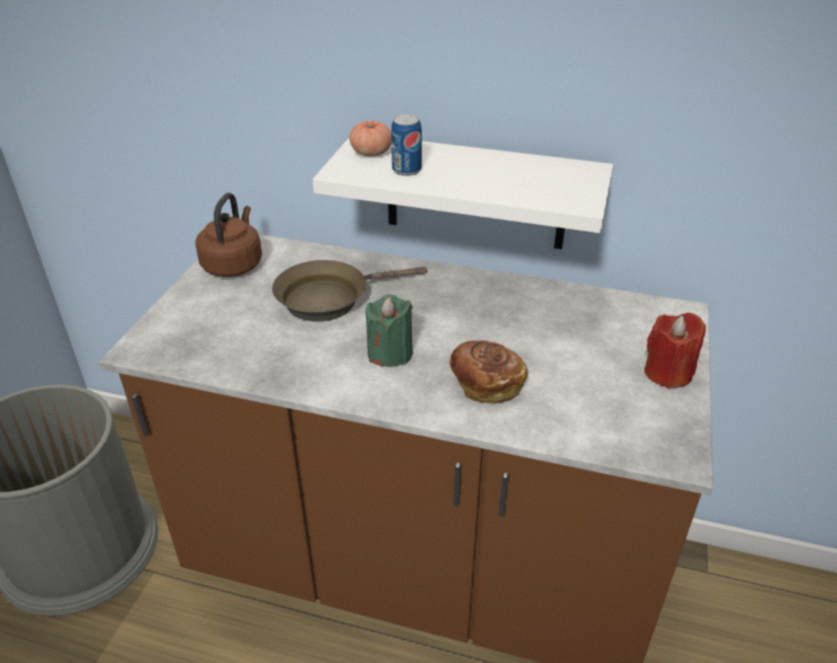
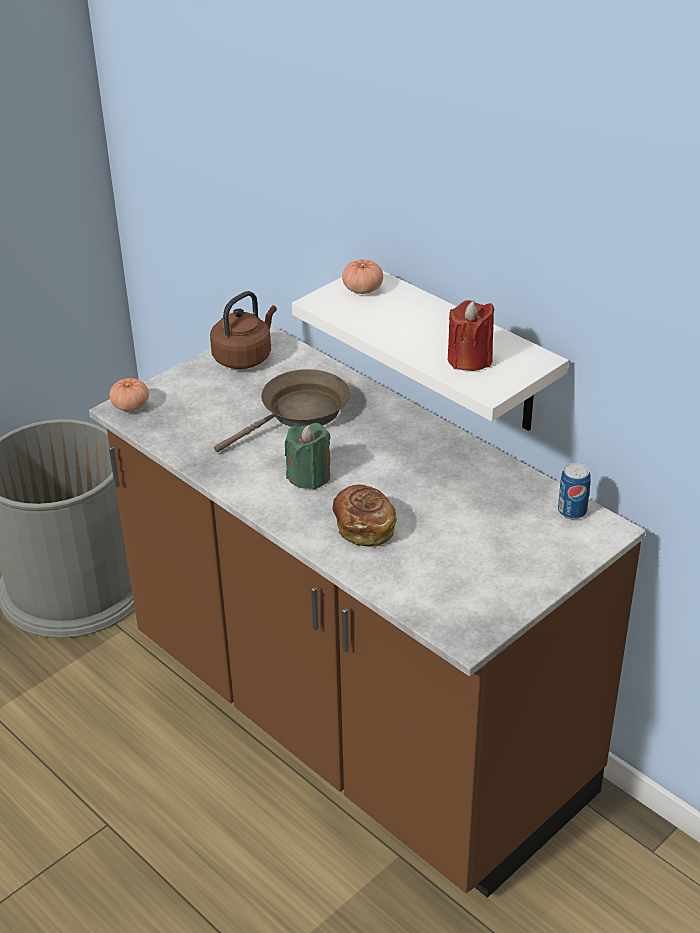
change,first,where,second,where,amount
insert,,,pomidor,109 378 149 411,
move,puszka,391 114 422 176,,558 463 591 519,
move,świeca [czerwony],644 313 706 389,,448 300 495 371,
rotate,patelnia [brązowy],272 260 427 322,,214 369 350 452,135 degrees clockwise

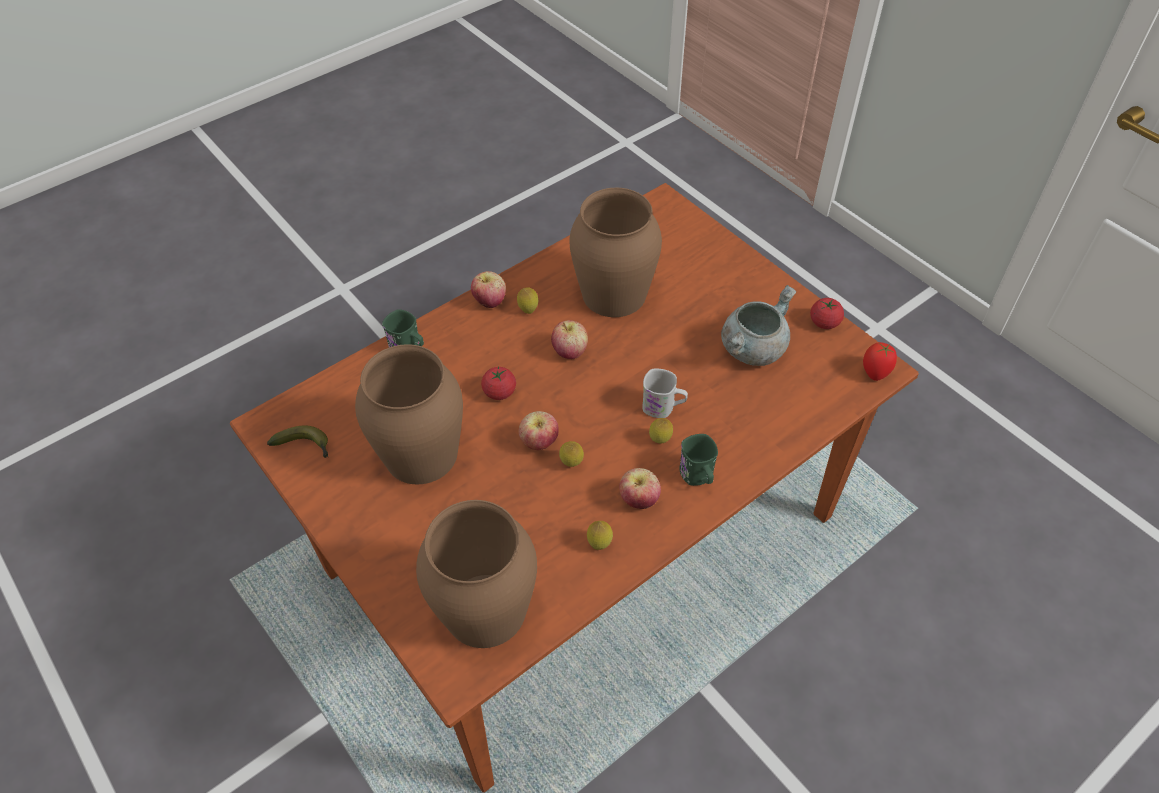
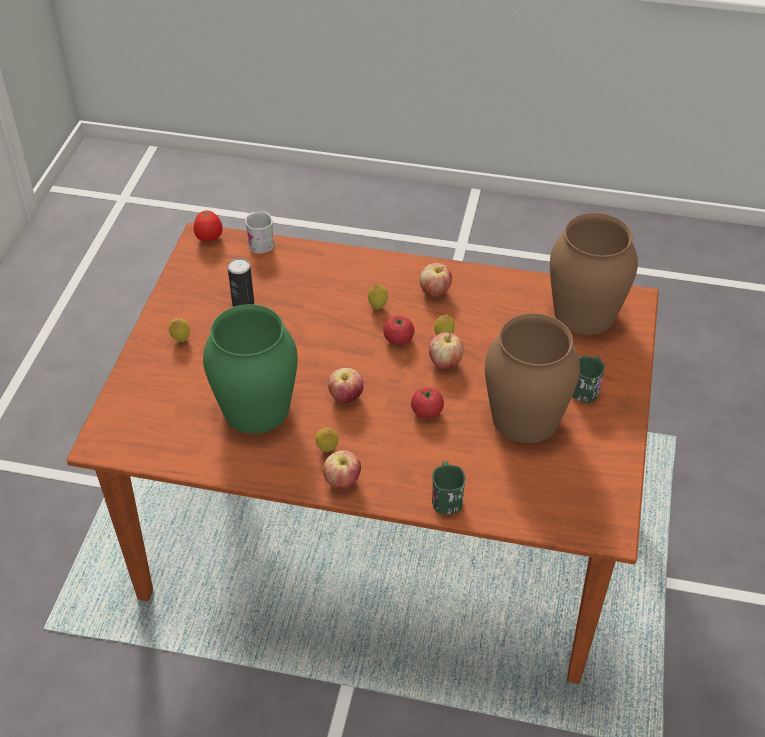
change,first,where,second,where,amount
delete,banan,267 425 328 458,,,
move,cytryna,587 521 613 550,,169 318 190 342,
move,kubek [biały],642 369 688 418,,245 212 274 254,
move,kubek [zielony],679 434 718 486,,572 356 605 403,
move,pomidor,810 298 844 329,,383 316 415 345,
replace,garnek [szary],721 285 796 366,puszka,228 258 254 307,
recolor,wazon [brązowy],569 188 662 317,wazon [zielony],203 304 298 434,

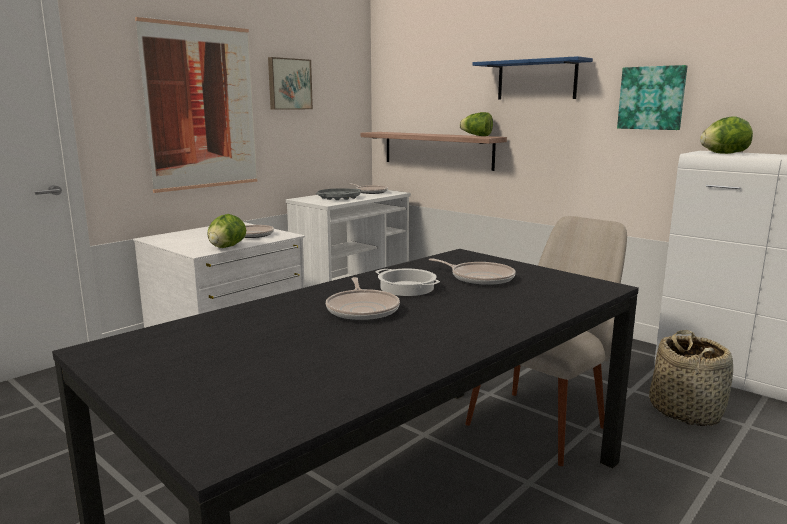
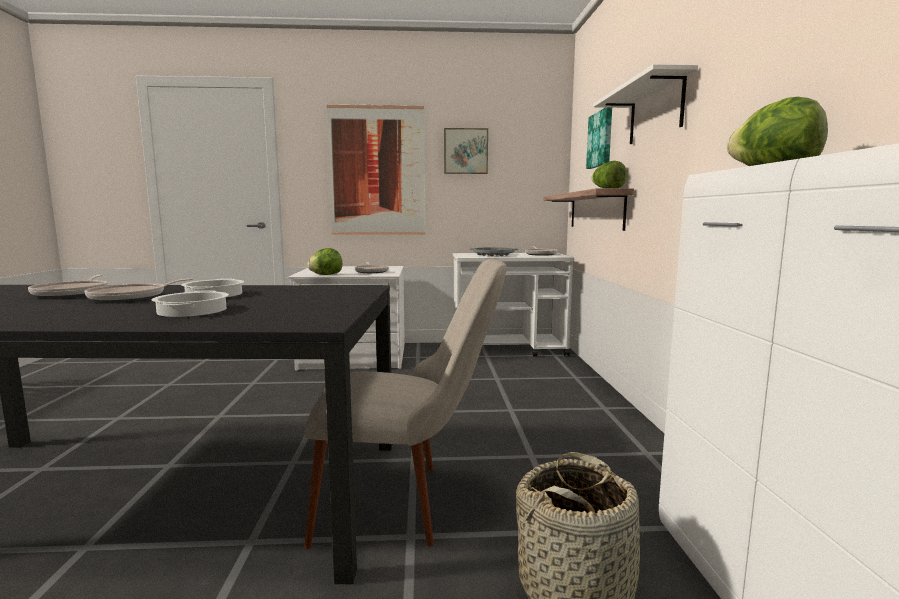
change,first,where,second,where,amount
insert,,,garnek,152 290 229 317,
move,patelnia,429 258 516 286,,28 275 108 298,
move,obraz,617 65 688 130,,586 107 612 169,
recolor,półka [niebieski],472 56 593 100,półka [biały],593 64 698 144,

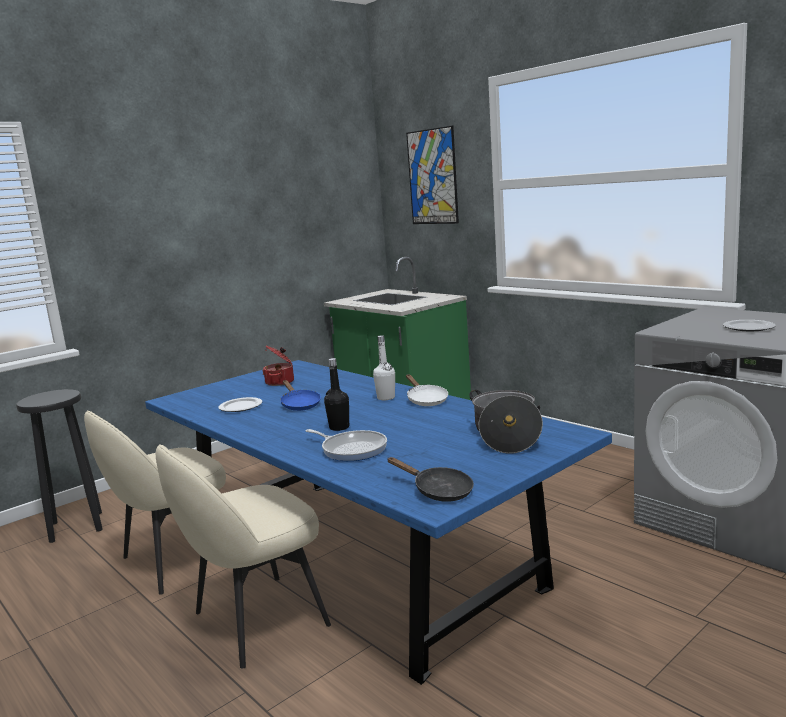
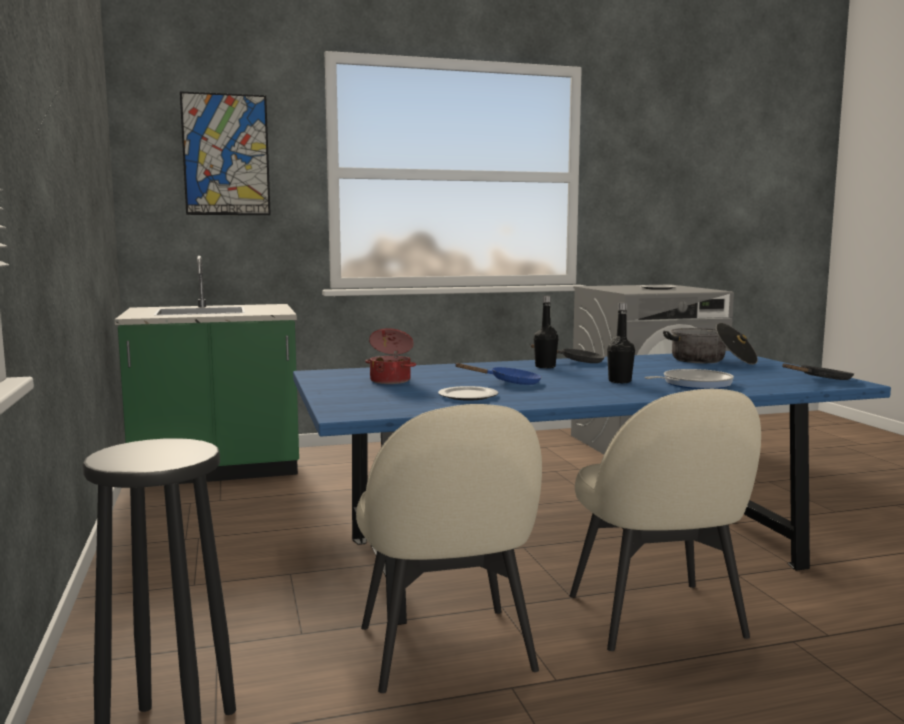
change,first,where,second,where,amount
recolor,butelka [biały],373 335 395 400,butelka [czarny],534 296 558 368,
recolor,patelnia [biały],406 375 448 406,patelnia [czarny],531 344 605 363,

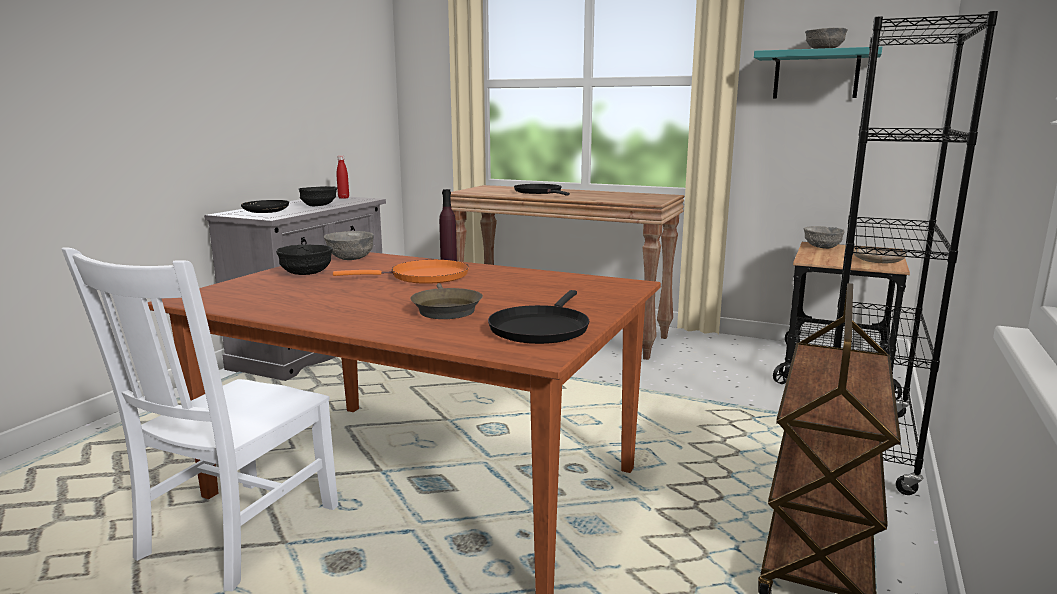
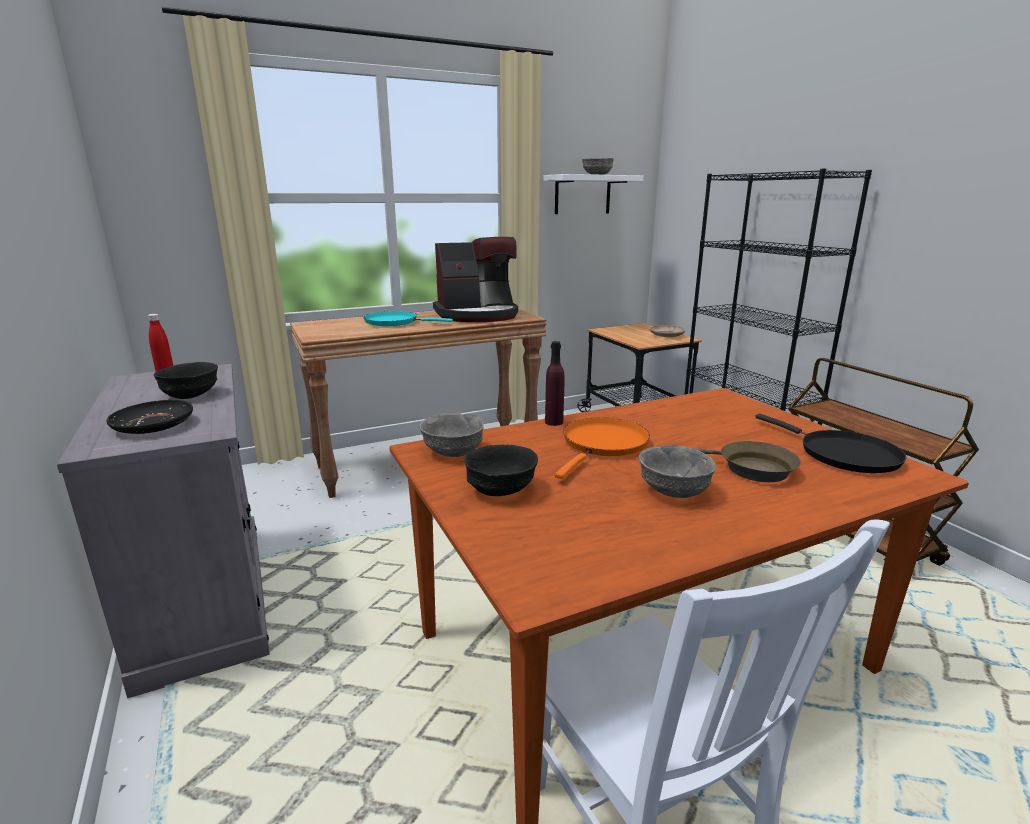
change,first,where,second,where,amount
insert,,,ekspres do kawy,433 237 518 322,
move,miska [szary],804 226 845 249,,639 445 716 498,
recolor,patelnia [czarny],514 184 570 196,patelnia [turkusowy],364 311 453 326,
recolor,półka [turkusowy],754 47 882 99,półka [biały],543 174 643 214,

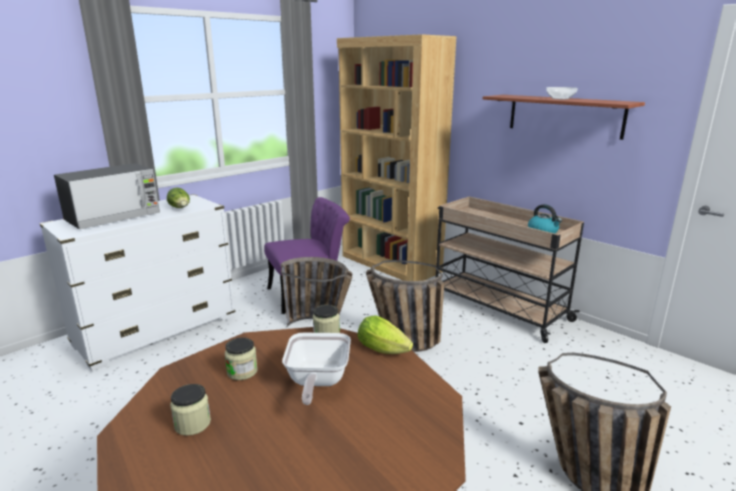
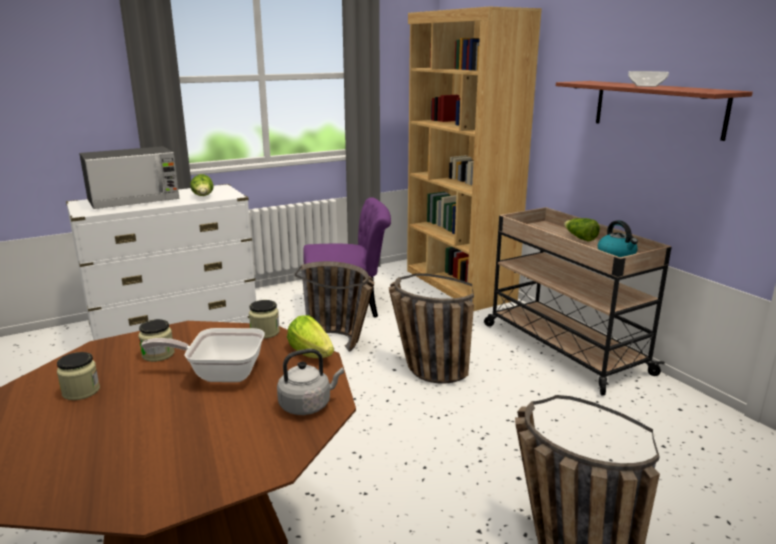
change,first,where,second,where,amount
insert,,,czajnik [szary],277 349 344 415,
insert,,,sałata,564 218 600 242,
rotate,patelnia,282 333 351 405,,141 328 265 382,75 degrees clockwise

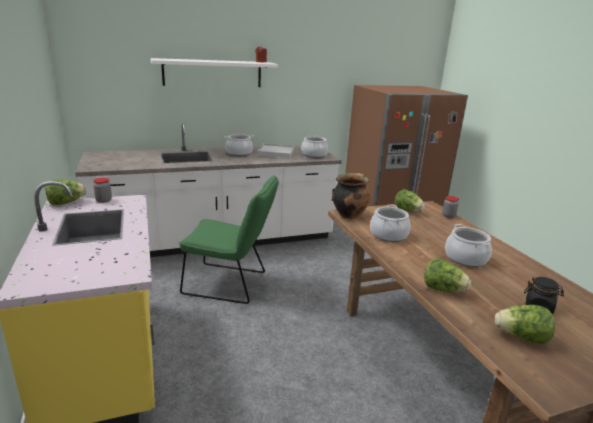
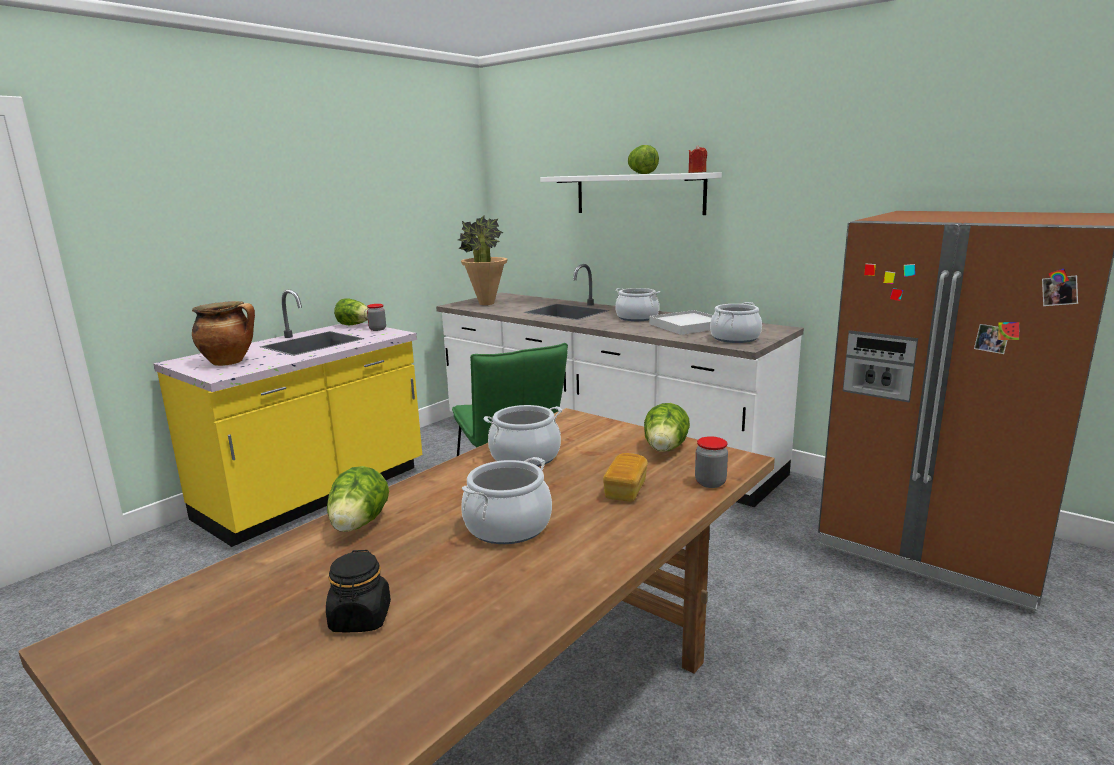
change,first,where,second,where,amount
insert,,,roślina doniczkowa,458 216 508 305,
insert,,,chleb,603 453 648 502,
move,garnek,332 173 370 219,,192 301 255 366,
move,sałata,495 305 555 344,,628 145 659 174,

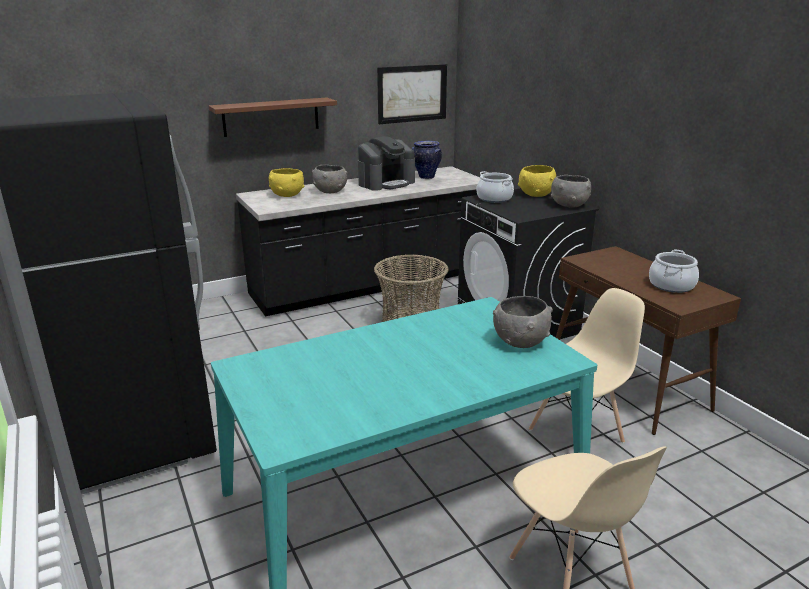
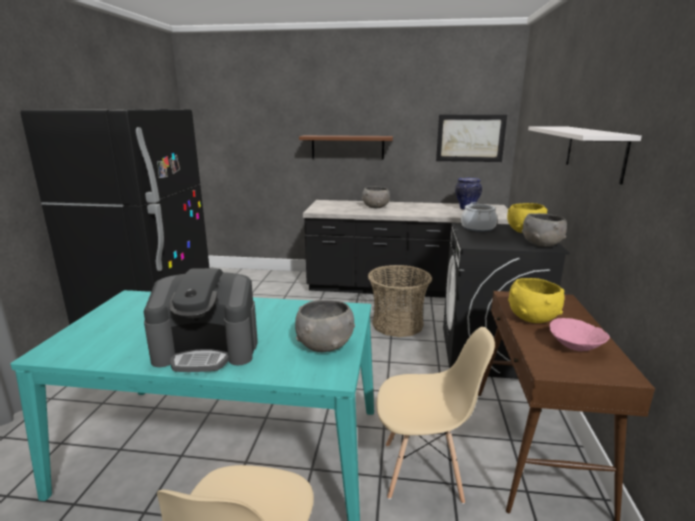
change,first,where,second,where,amount
insert,,,półka [biały],528 126 642 185,
move,miska [żółty],269 168 304 197,,508 278 565 323,
move,ekspres do kawy,358 136 415 191,,144 268 258 372,
replace,garnek,649 250 699 293,miska [różowy],549 318 610 351,

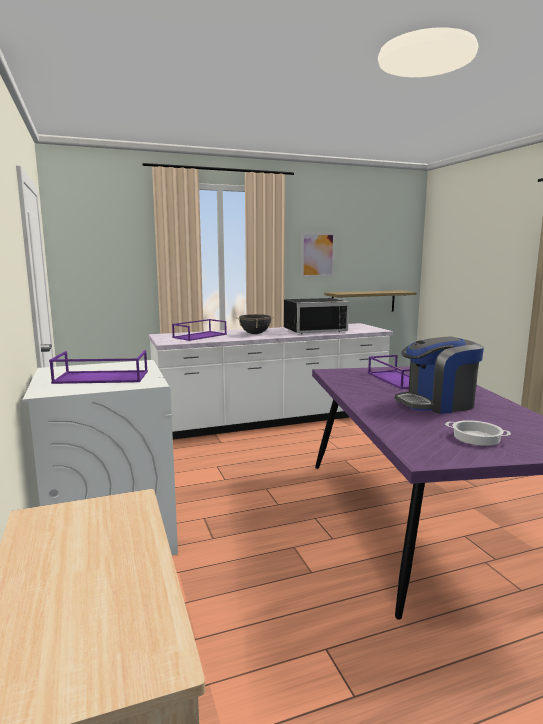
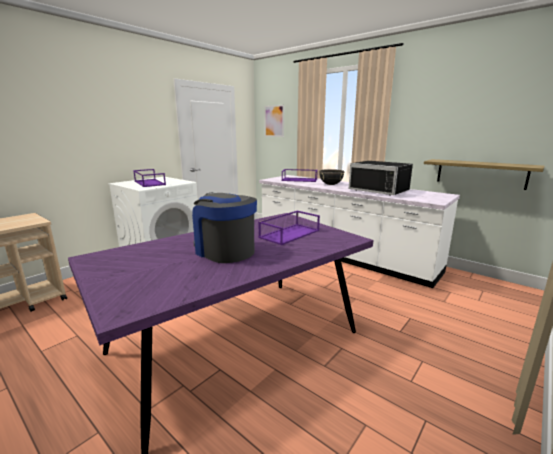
change,first,where,second,where,amount
delete,garnek,445 420 511 446,,,
move,obraz,301 232 335 277,,264 105 284 137,

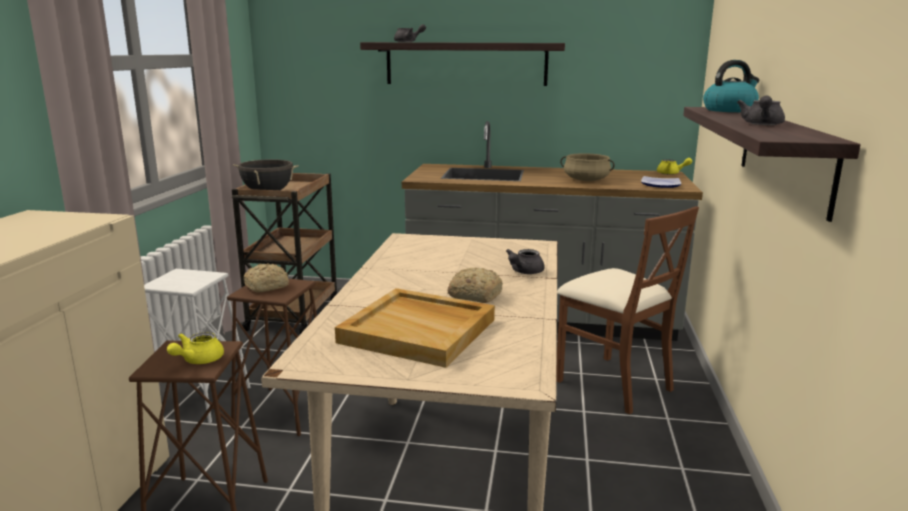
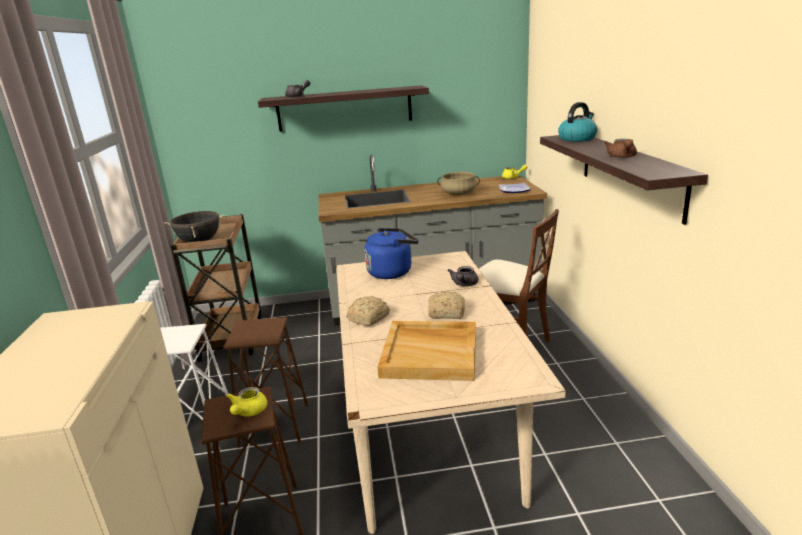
change,first,where,second,where,amount
insert,,,czajnik [niebieski],364 228 418 279,
move,chleb,244 263 289 292,,346 296 390 326,
recolor,imbryk [szary],737 96 785 125,imbryk [brązowy],604 139 637 158,

